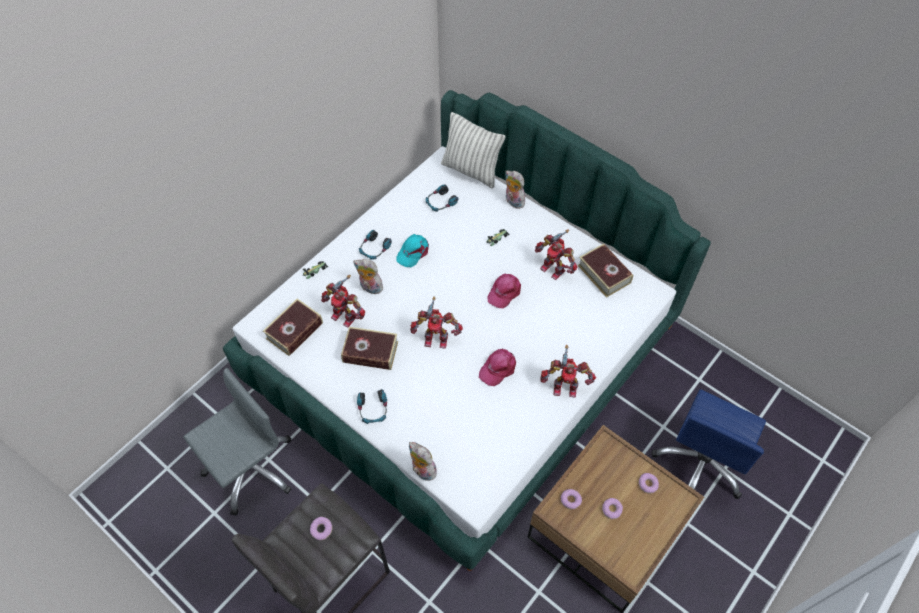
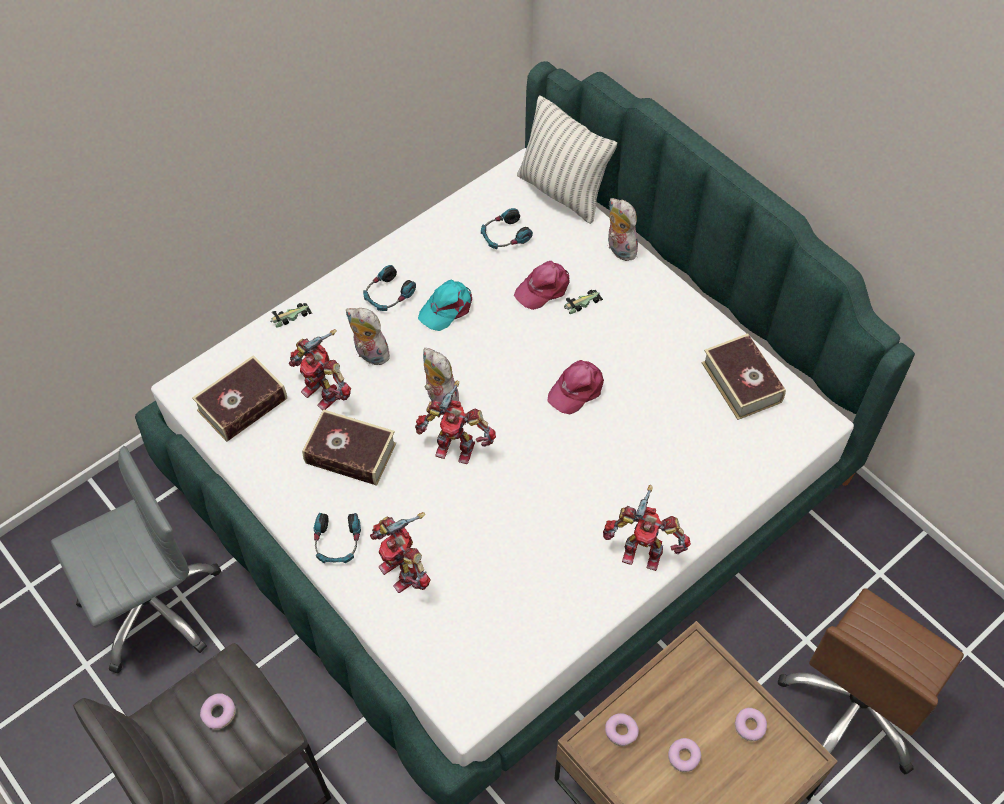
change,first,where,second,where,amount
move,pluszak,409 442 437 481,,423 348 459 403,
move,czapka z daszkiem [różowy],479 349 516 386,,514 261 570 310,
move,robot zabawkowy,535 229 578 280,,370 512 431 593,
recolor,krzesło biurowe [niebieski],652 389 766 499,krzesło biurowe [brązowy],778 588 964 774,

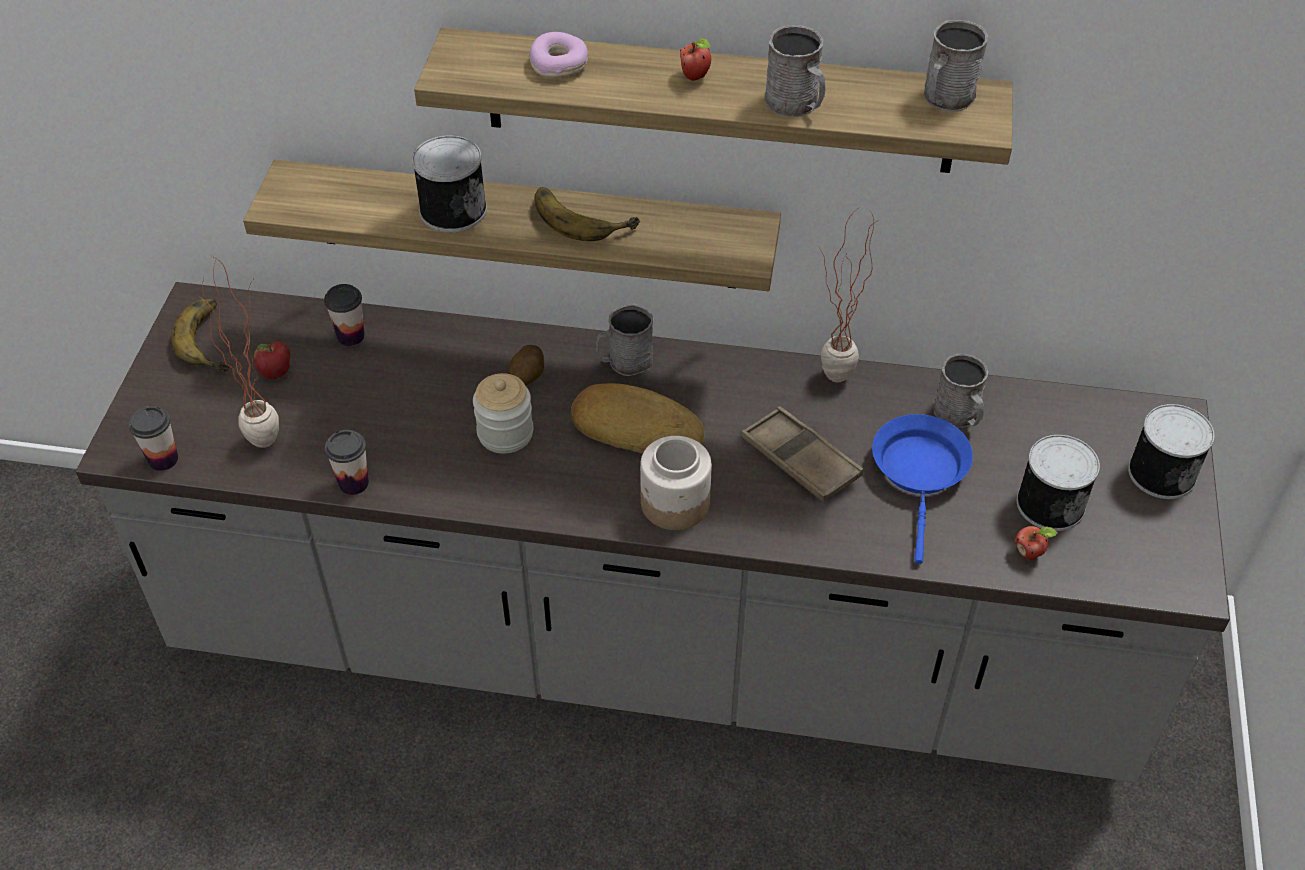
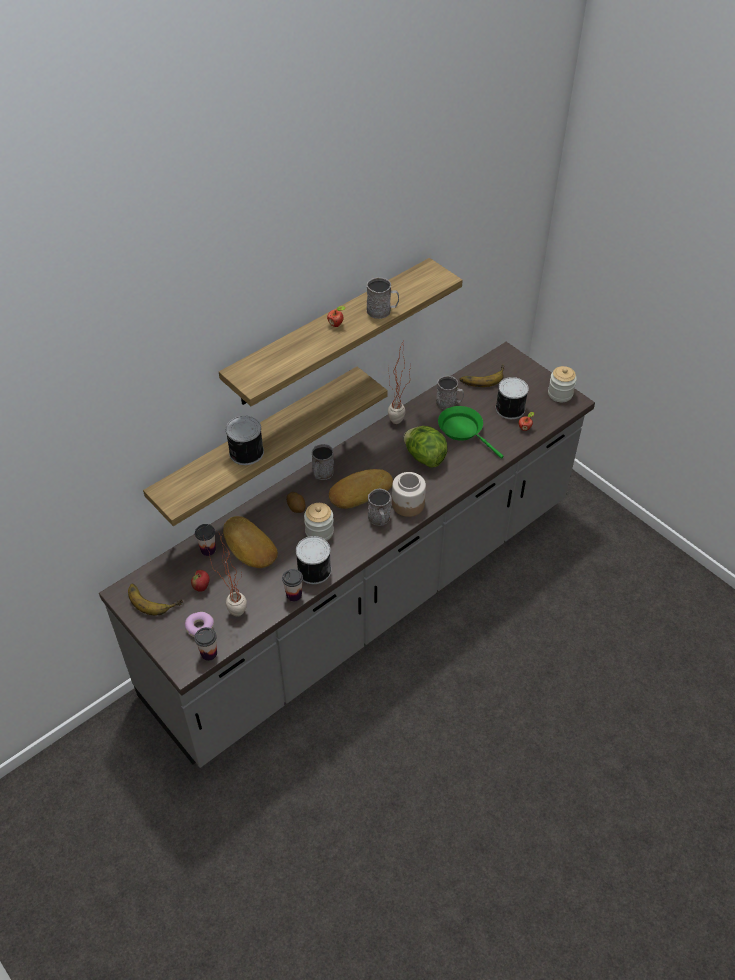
change,first,where,second,where,amount
insert,,,chleb,223 516 278 568,
insert,,,słoik,548 366 577 402,
move,donut,528 32 588 78,,185 612 214 637,
move,banan,534 187 640 241,,460 365 505 387,
move,kubek [szary],924 20 988 111,,368 488 391 526,
move,puszka,1128 404 1214 499,,296 536 331 584,
replace,taca [brązowy],741 406 863 502,sałata,404 426 448 467,
recolor,patelnia [niebieski],872 414 973 564,patelnia [zielony],438 406 504 458,

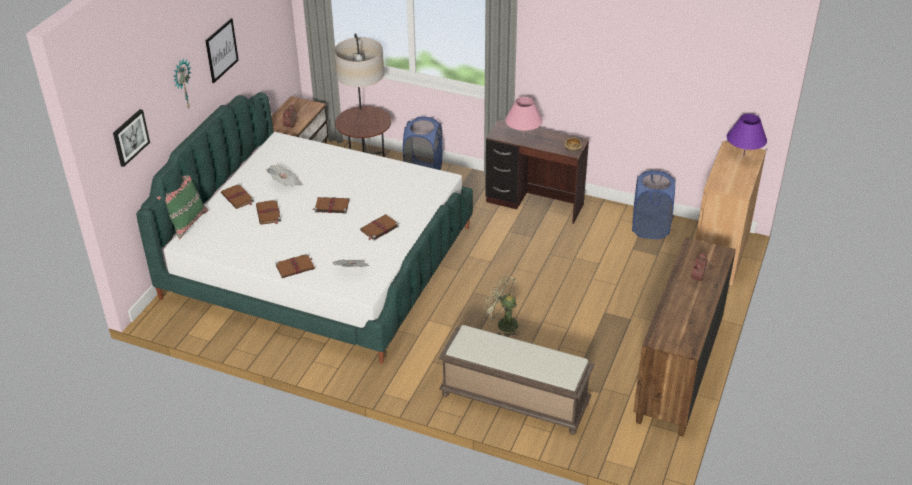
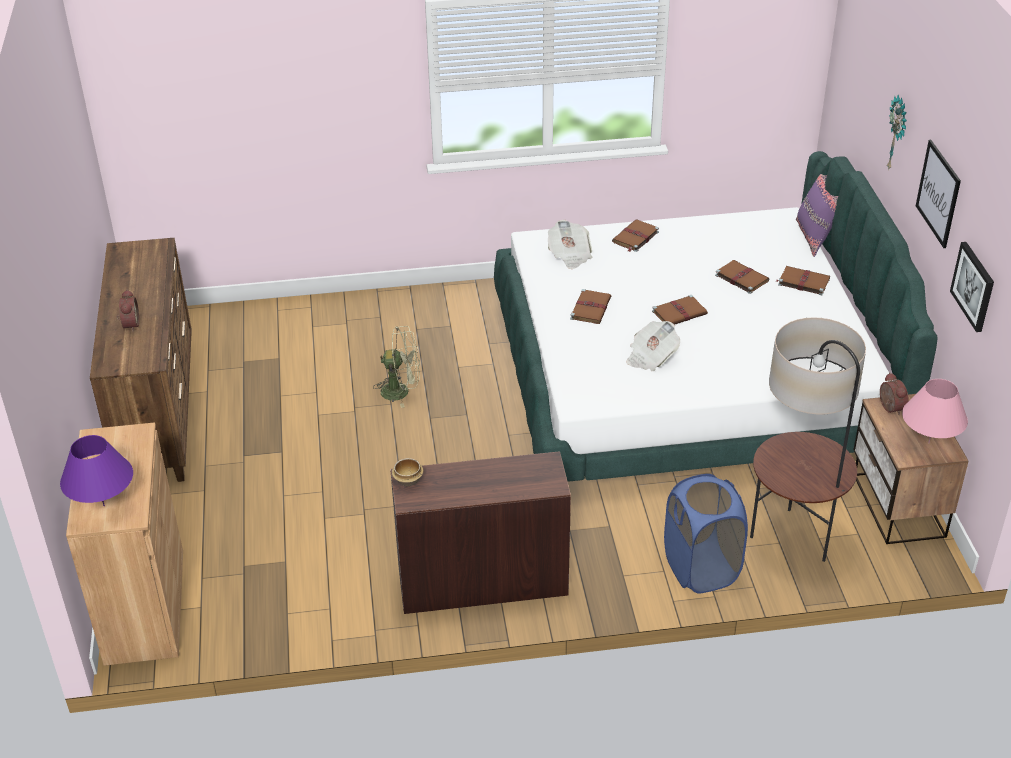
change,first,where,second,where,amount
delete,ławka [brązowy],438 325 595 435,,,
delete,kosz na pranie [niebieski],632 170 675 239,,,
move,obraz,113 109 150 167,,950 242 994 332,
move,gazeta,266 165 303 187,,626 321 680 371,
move,lampa stołowa [różowy],505 97 543 137,,902 379 968 443,
recolor,poduszka [zielony],157 175 209 240,poduszka [fioletowy],796 174 838 257,

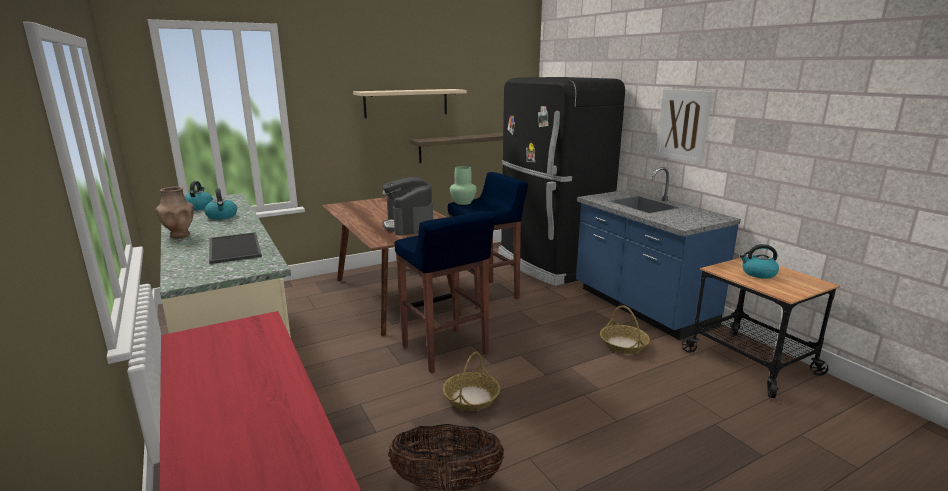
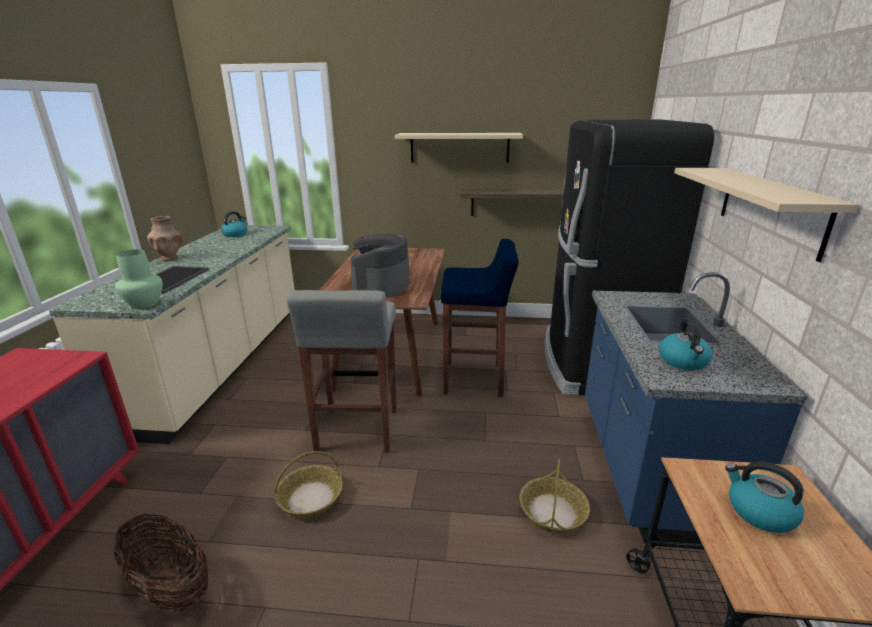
change,first,where,second,where,amount
move,czajnik,204 188 237 220,,659 318 713 370,
move,wazon [zielony],450 166 477 205,,115 249 163 309,
replace,obraz,656 89 713 164,półka [beżowy],674 168 859 262,
recolor,stołek [niebieski],395 211 496 373,stołek [szary],286 290 397 453,

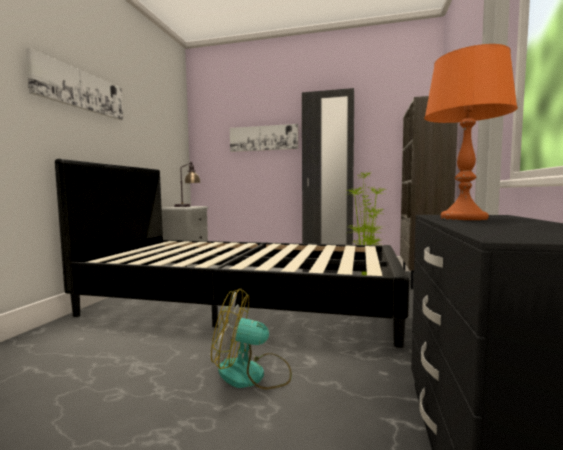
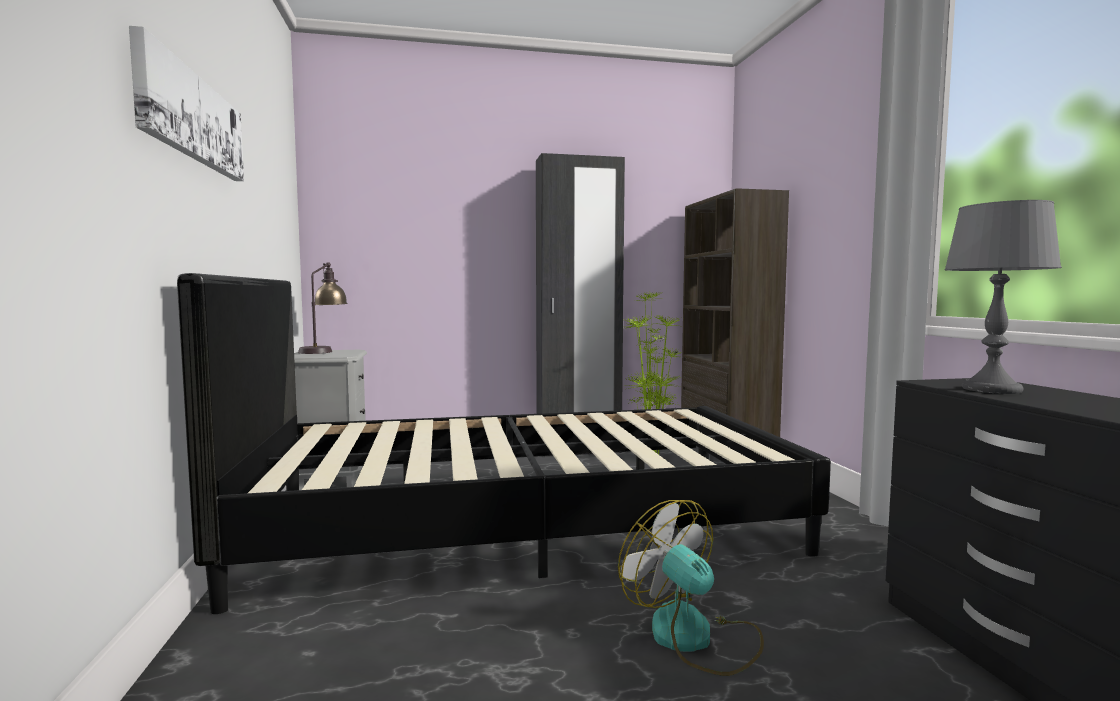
change,first,where,second,where,amount
delete,obraz,230 124 298 152,,,
recolor,lampa stołowa [pomarańczowy],424 44 518 220,lampa stołowa [szary],944 200 1062 394,
rotate,wentylator,211 288 292 390,,618 500 764 676,75 degrees clockwise

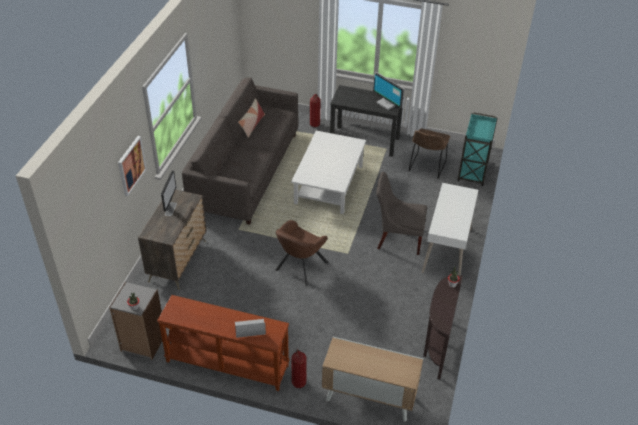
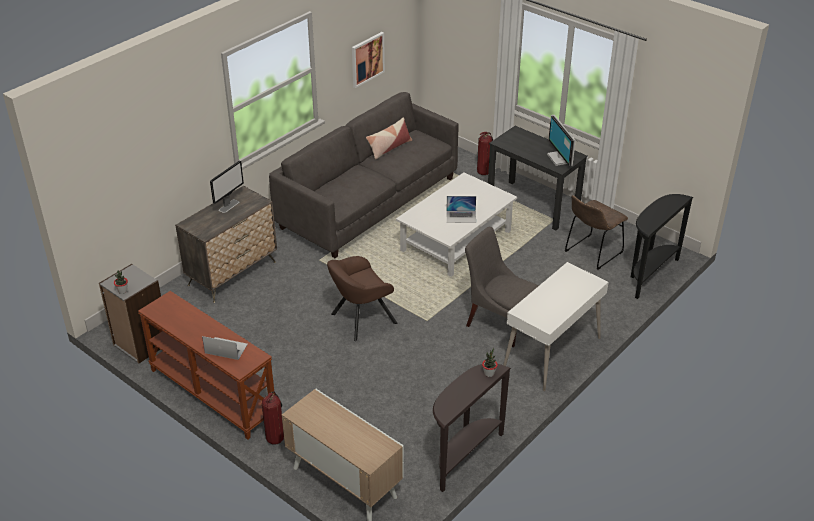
change,first,where,second,where,amount
insert,,,laptop,446 196 476 223,
move,obraz,118 136 147 196,,352 32 385 88,
replace,wózek [turkusowy],457 113 497 186,stolik konsolowy [czarny],631 194 693 299,

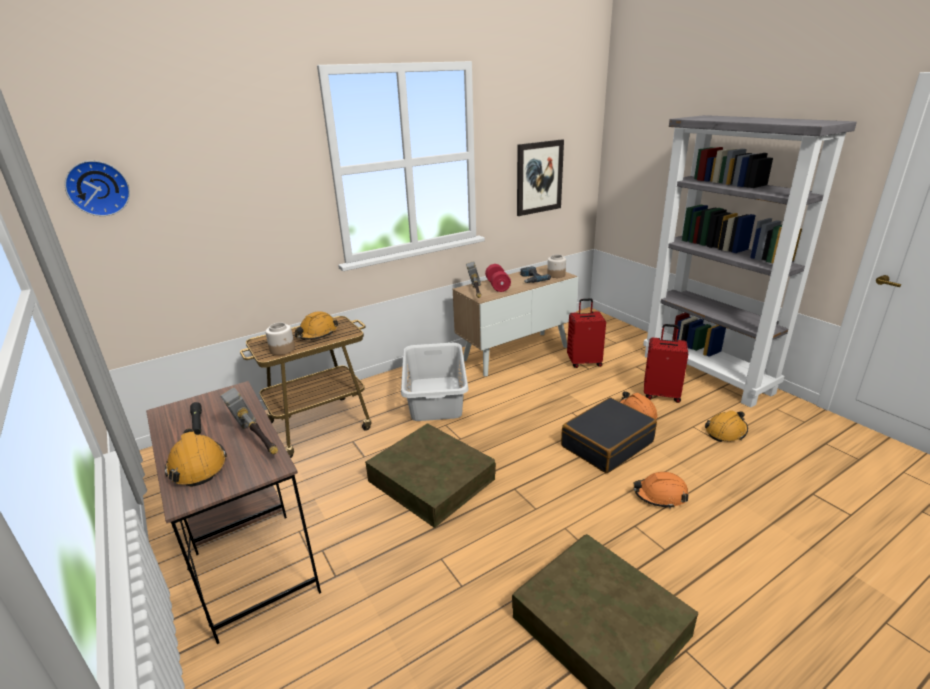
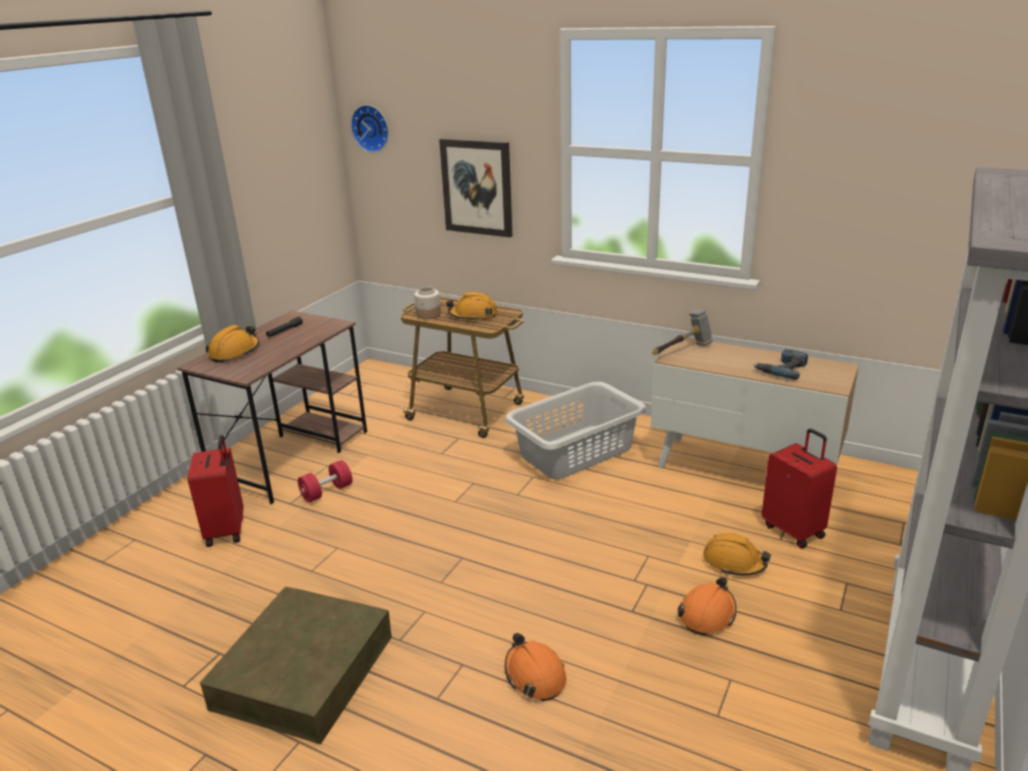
change,first,where,second,where,amount
delete,młotek,220 388 278 454,,,
delete,pojemnik do przechowywania [brązowy],365 423 496 528,,,
delete,słoik,547 254 566 278,,,
delete,walizka [czarny],561 398 657 473,,,
move,hantel [czerwony],485 264 511 292,,298 460 352 503,
move,obraz,517 140 564 216,,439 138 512 238,
move,walizka [czerwony],644 324 688 403,,187 435 244 547,
move,kask [pomarańczowy],705 410 748 442,,703 533 771 576,

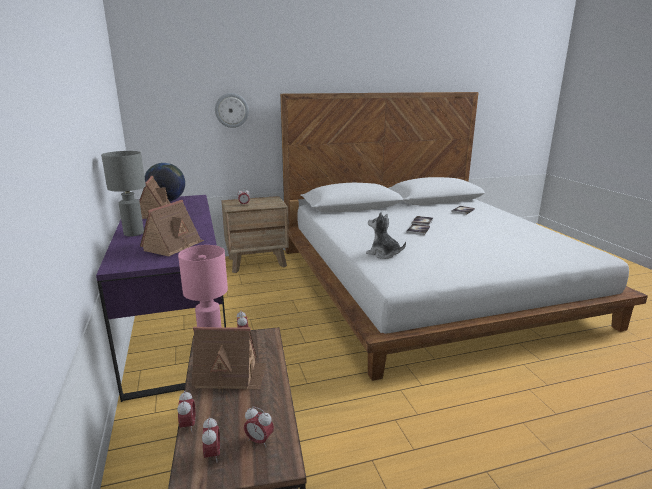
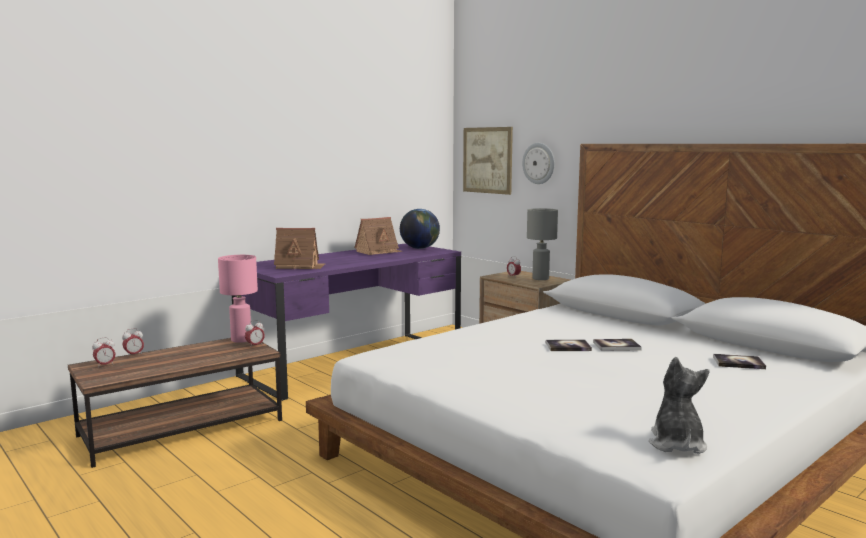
change,first,where,second,where,amount
delete,domek,192 327 266 393,,,
delete,budzik,244 407 274 448,,,
insert,,,obraz,463 127 513 195,
move,lampa stołowa [szary],101 151 146 236,,527 208 558 280,
move,pluszak,366 212 406 259,,649 357 710 454,

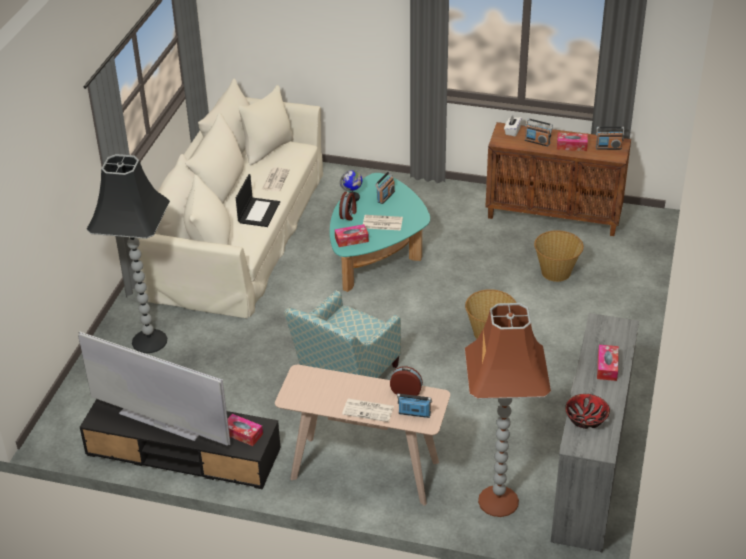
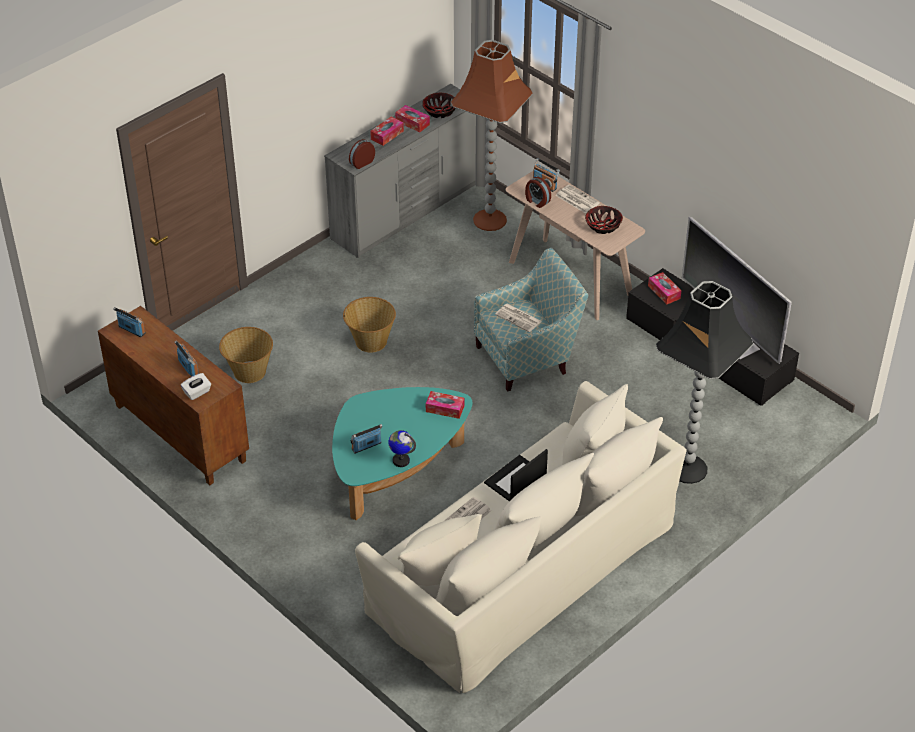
change,first,where,second,where,amount
insert,,,miska,585 206 623 234,
move,budzik,339 192 357 221,,349 139 375 169,
move,gazeta,363 215 403 231,,495 304 542 332,
move,pudełko chusteczek,557 132 588 151,,395 105 430 132,

